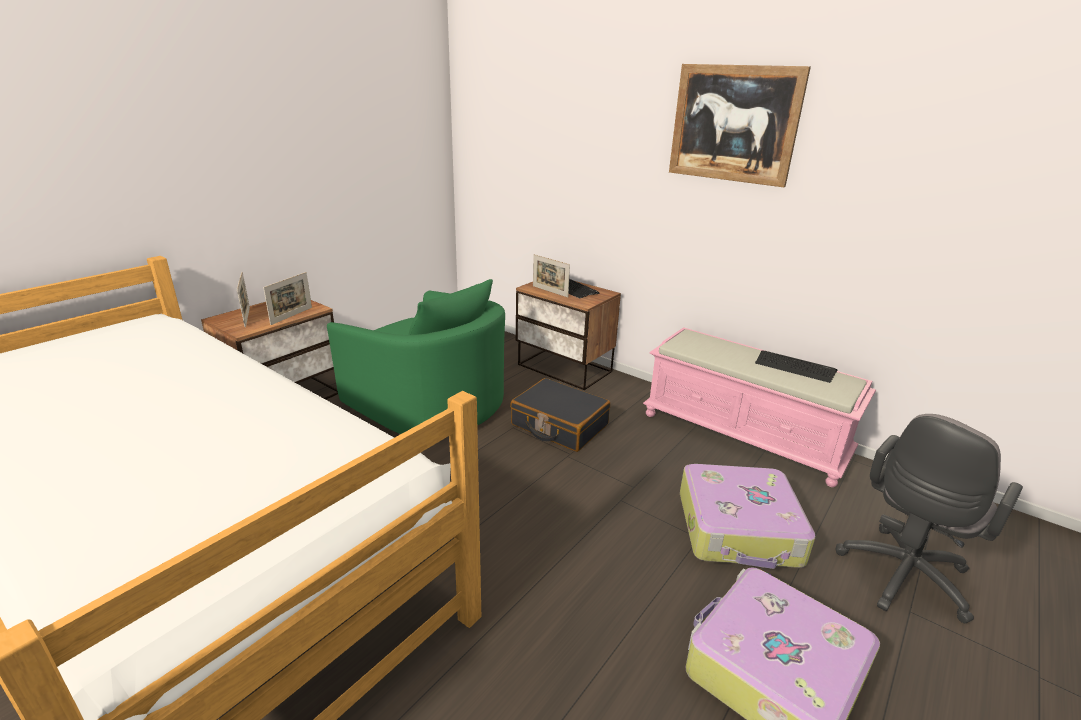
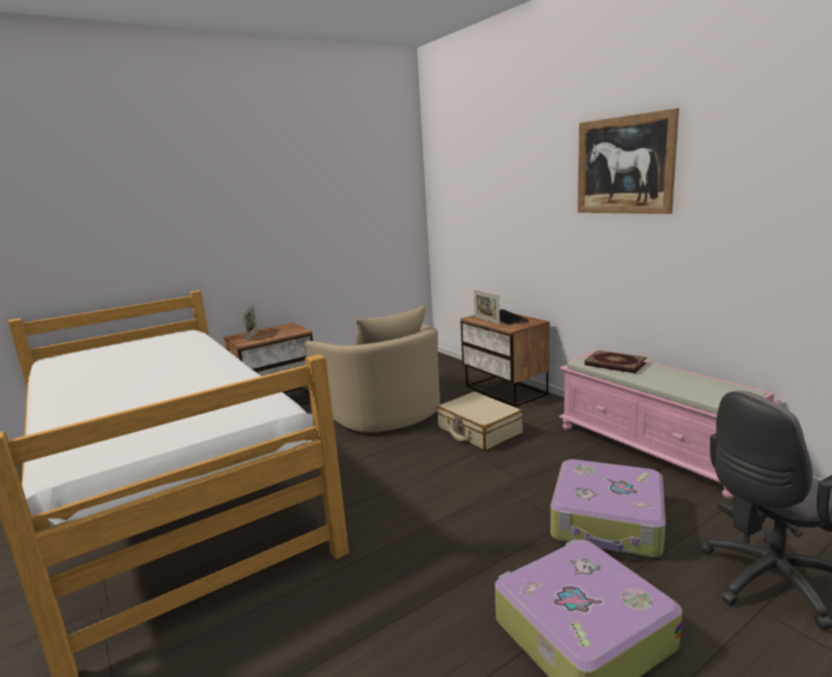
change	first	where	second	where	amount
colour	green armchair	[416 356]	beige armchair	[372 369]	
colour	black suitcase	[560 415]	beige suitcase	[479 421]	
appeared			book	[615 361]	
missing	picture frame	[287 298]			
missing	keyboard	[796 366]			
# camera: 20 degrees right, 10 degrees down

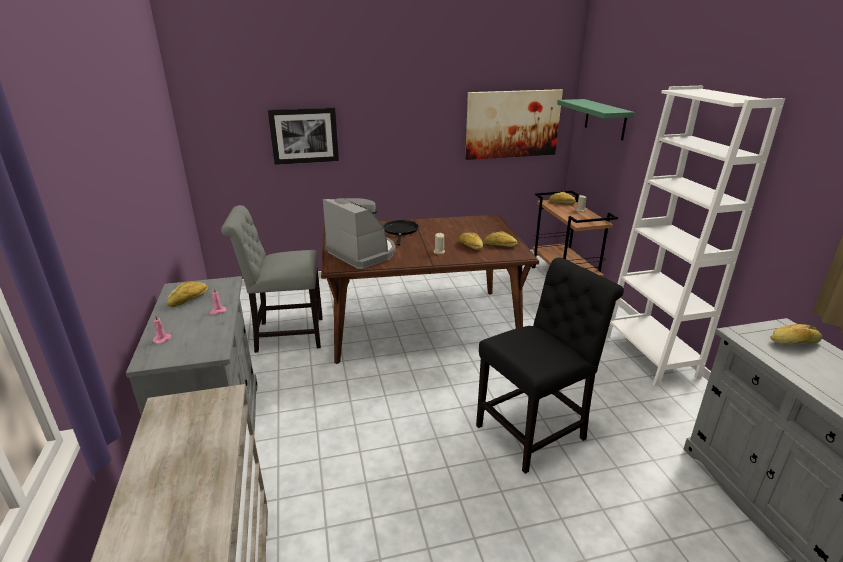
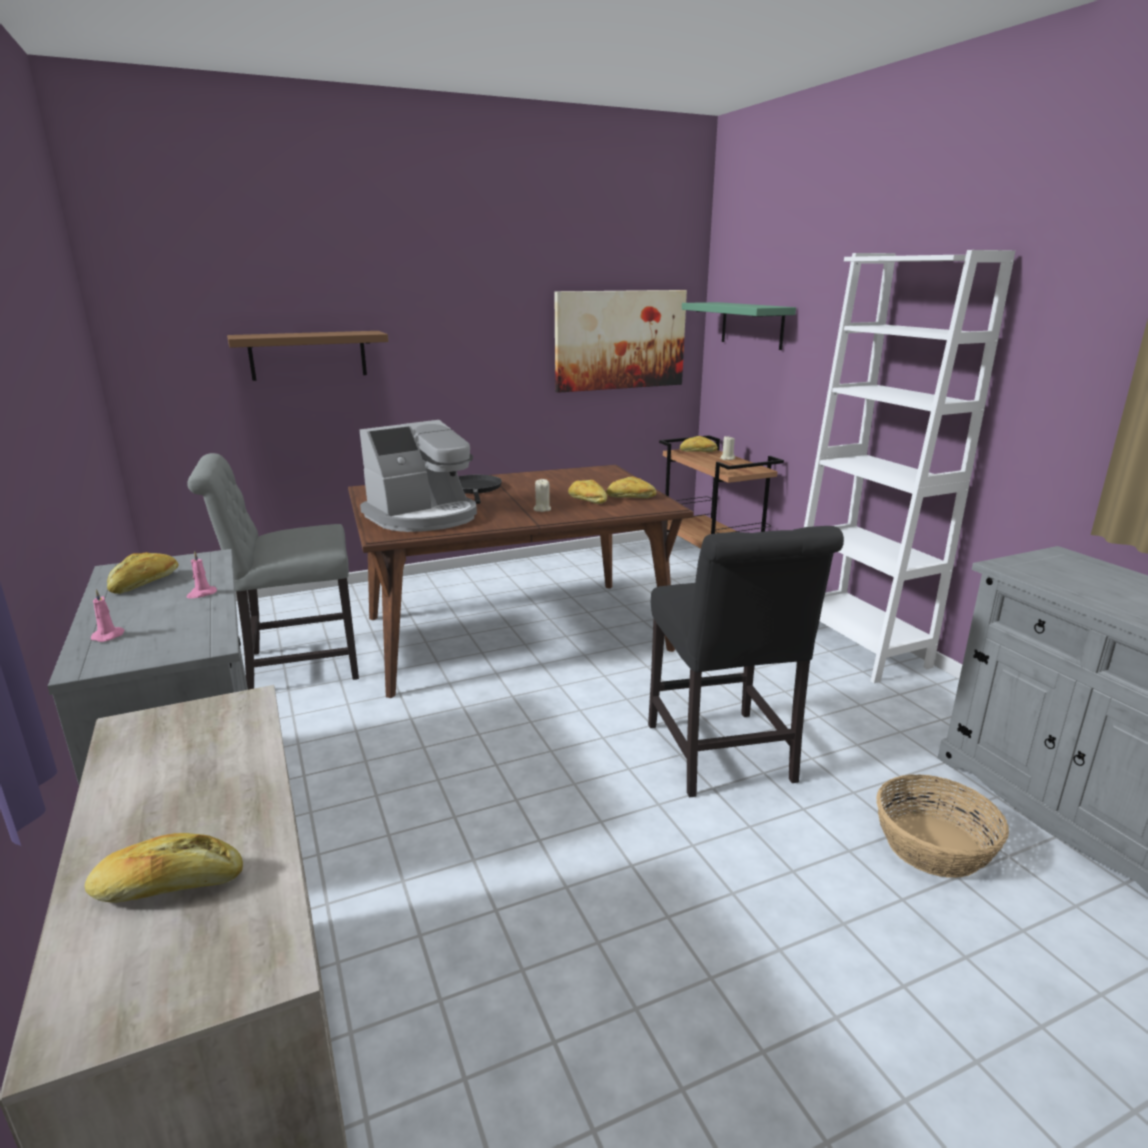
change	first	where	second	where	amount
relocated	bread	[796 334]		[164 868]	
exchanged	picture	[303 136]	brown shelf	[307 356]	
spun	coffee machine	[359 233]		[418 476]	105 degrees clockwise
spun	black chair	[550 366]		[746 661]	120 degrees clockwise
appeared			basket	[942 826]	
# camera: 10 degrees left, 5 degrees down

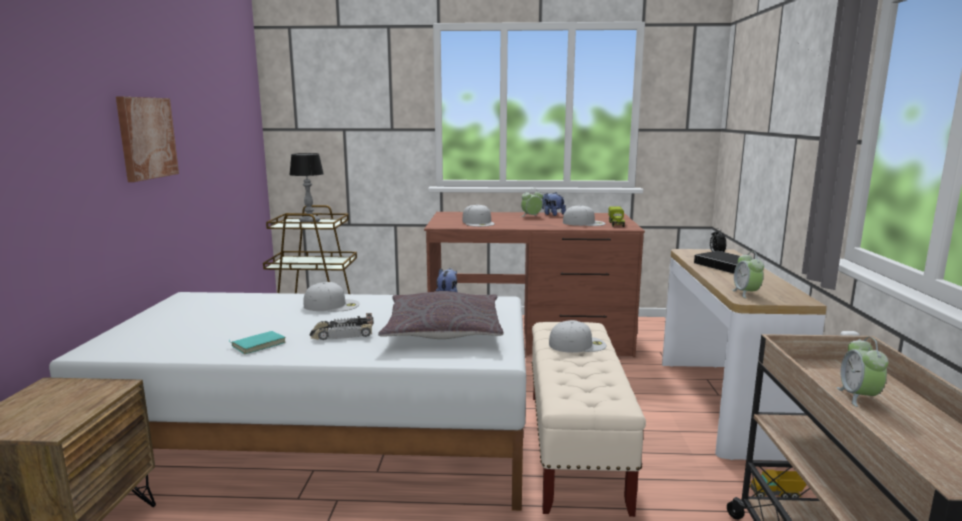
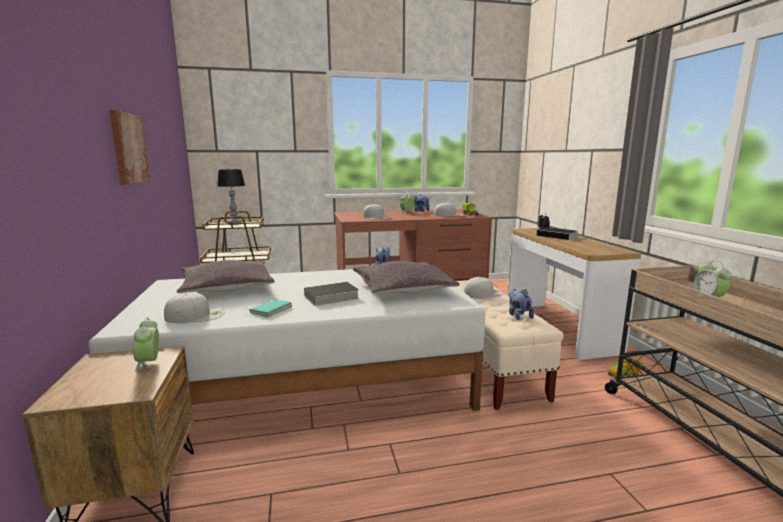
change	first	where	second	where	amount
relocated	alarm clock	[748 274]		[146 344]	
relocated	white cap	[331 296]		[194 307]	
appeared			grey pillow	[225 276]	
exchanged	toy car	[341 326]	book	[329 294]	
appeared			plush toy	[521 304]	
# camera: 15 degrees left, 0 degrees up

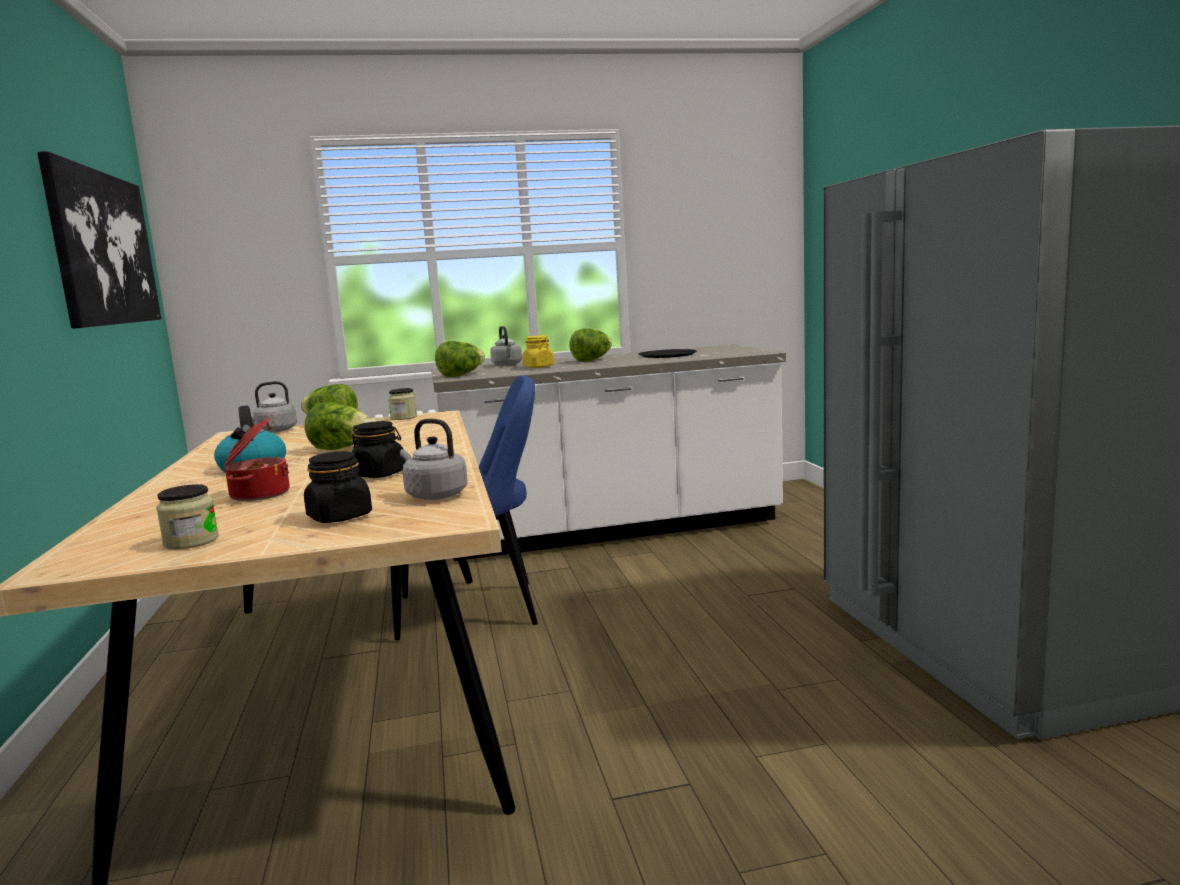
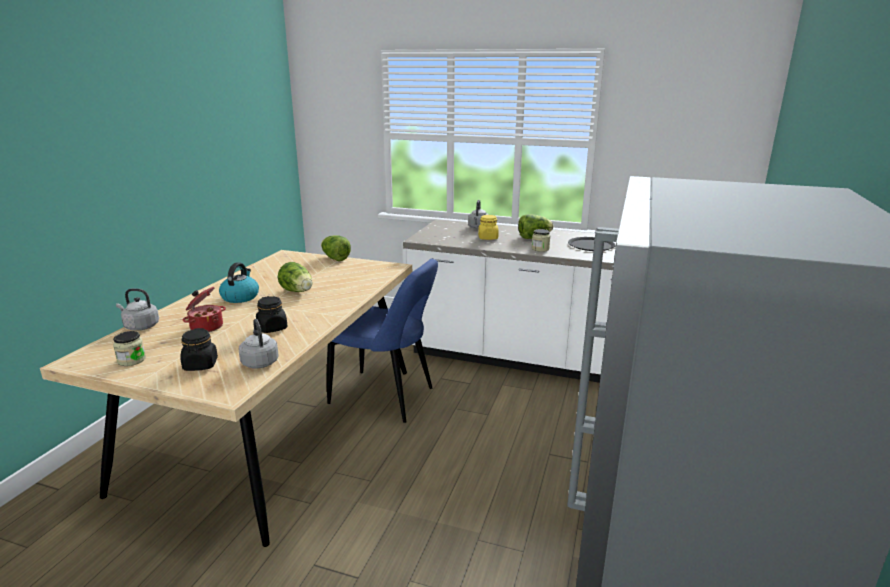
change	first	where	second	where	amount
relocated	grey kettle	[274 407]		[137 309]	
relocated	jar	[402 404]		[541 240]	
missing	picture	[99 239]			
missing	lettuce	[460 359]			
# camera: 30 degrees right, 10 degrees up

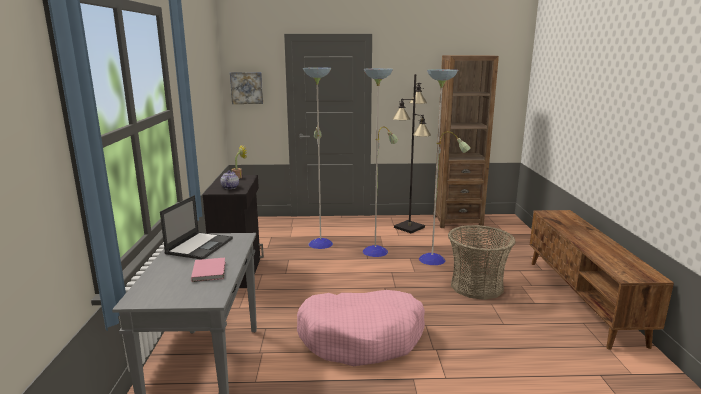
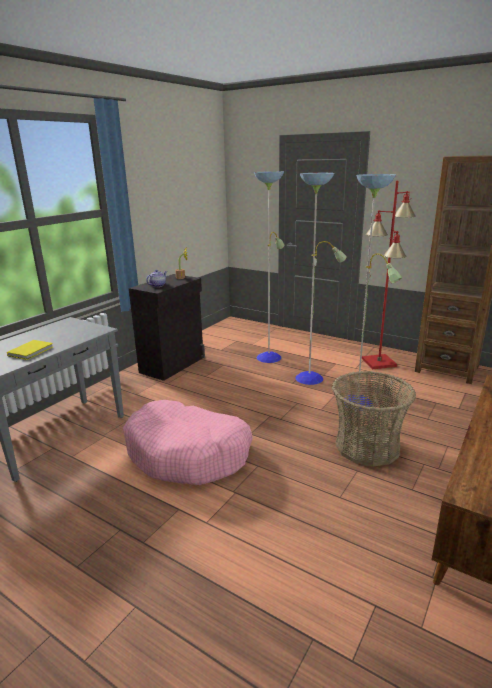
change	first	where	second	where	amount
colour	pink book	[208 270]	yellow book	[30 350]	
colour	black floor lamp	[411 153]	red floor lamp	[389 275]	
missing	laptop	[196 227]			
missing	picture	[246 88]			
# camera: 35 degrees right, 5 degrees up

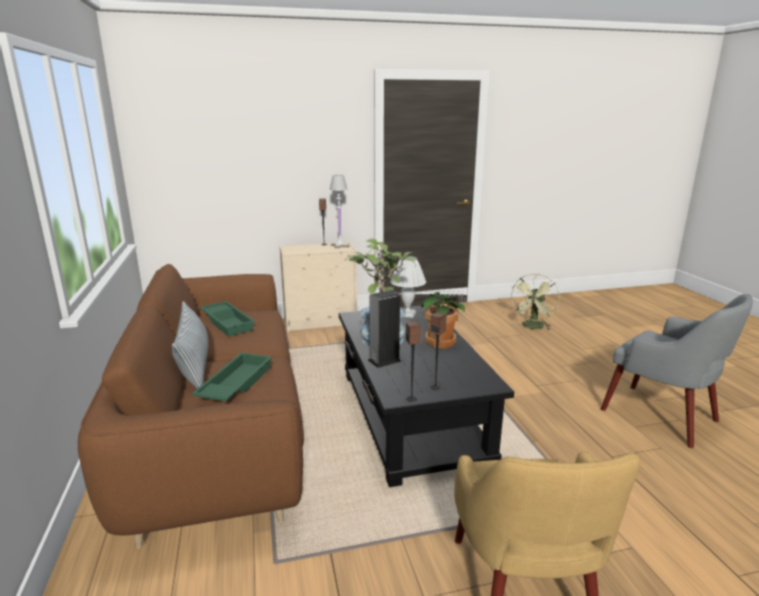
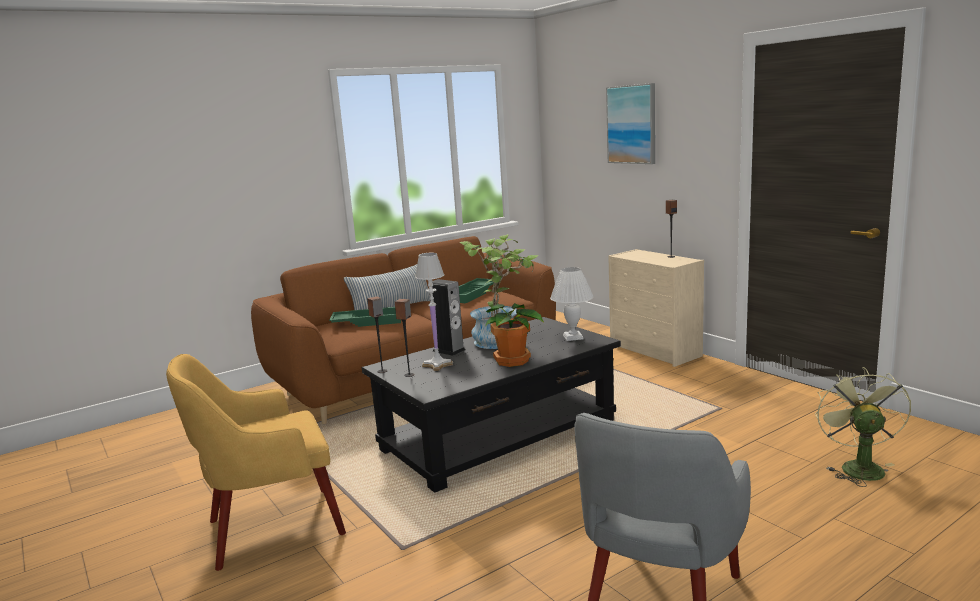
change	first	where	second	where	amount
relocated	white table lamp	[339 211]		[434 312]	
appeared			picture	[630 123]	
spun	green fan	[535 302]		[863 427]	90 degrees clockwise
# camera: 70 degrees right, 5 degrees down

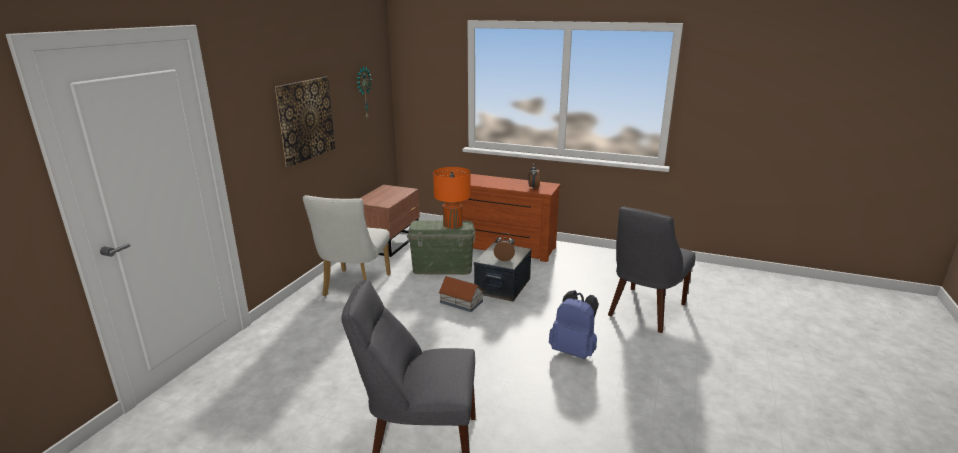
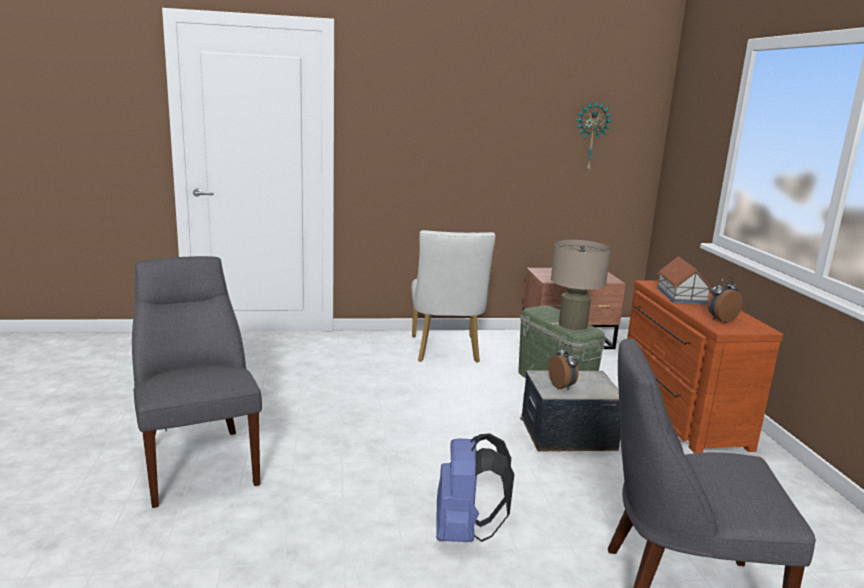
change	first	where	second	where	amount
spun	white chair	[347 245]		[453 296]	75 degrees counterclockwise
colour	orange table lamp	[452 197]	beige table lamp	[581 285]	
relocated	toy house	[461 294]		[684 280]	
missing	picture	[305 122]			
# camera: 60 degrees right, 5 degrees down

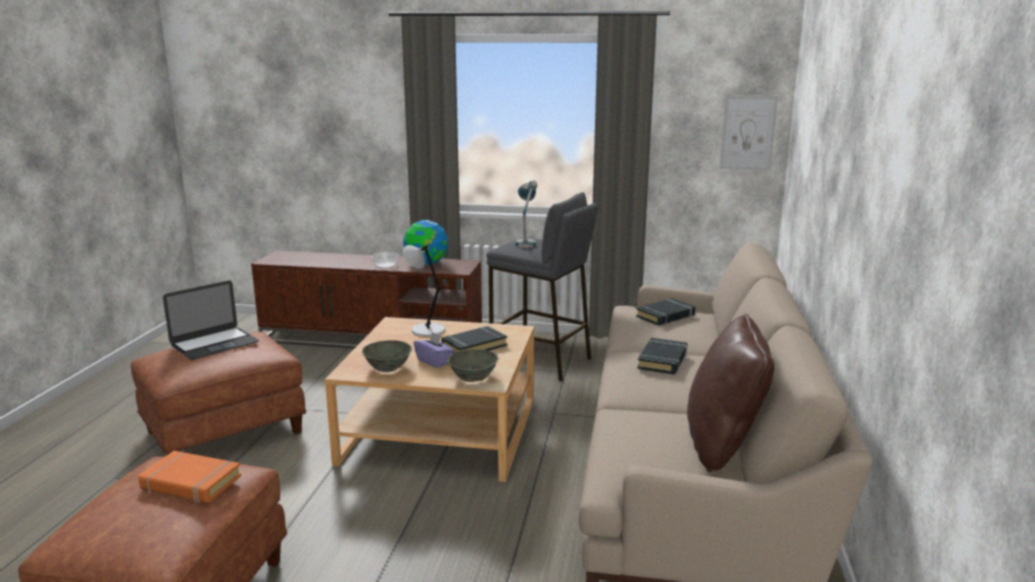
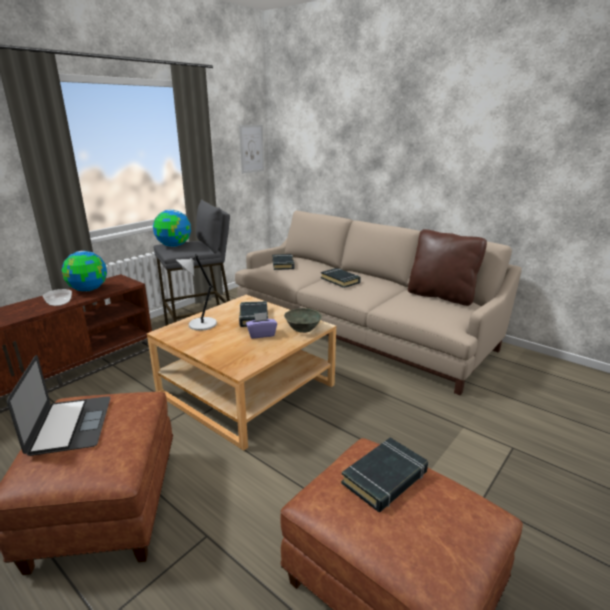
change	first	where	second	where	amount
exchanged	table lamp	[526 214]	globe	[172 228]	
colour	orange book	[189 477]	black book	[384 475]	
missing	grey bowl	[387 356]			
# camera: 60 degrees left, 5 degrees up

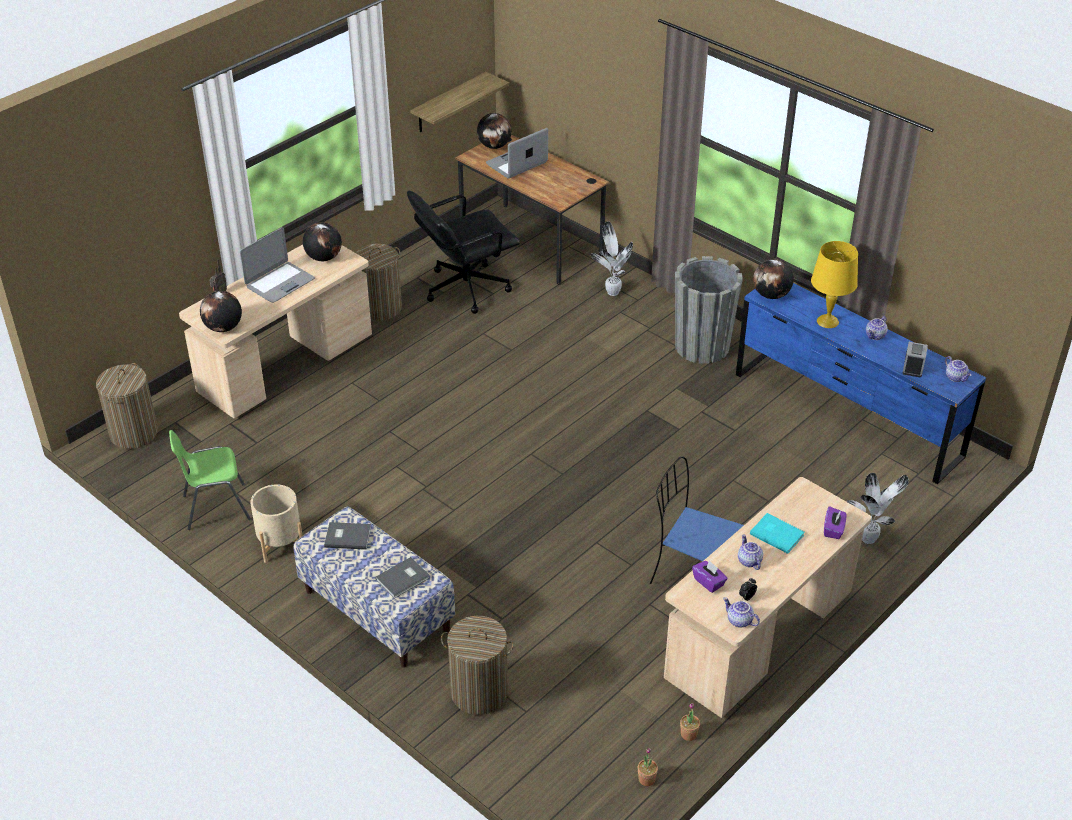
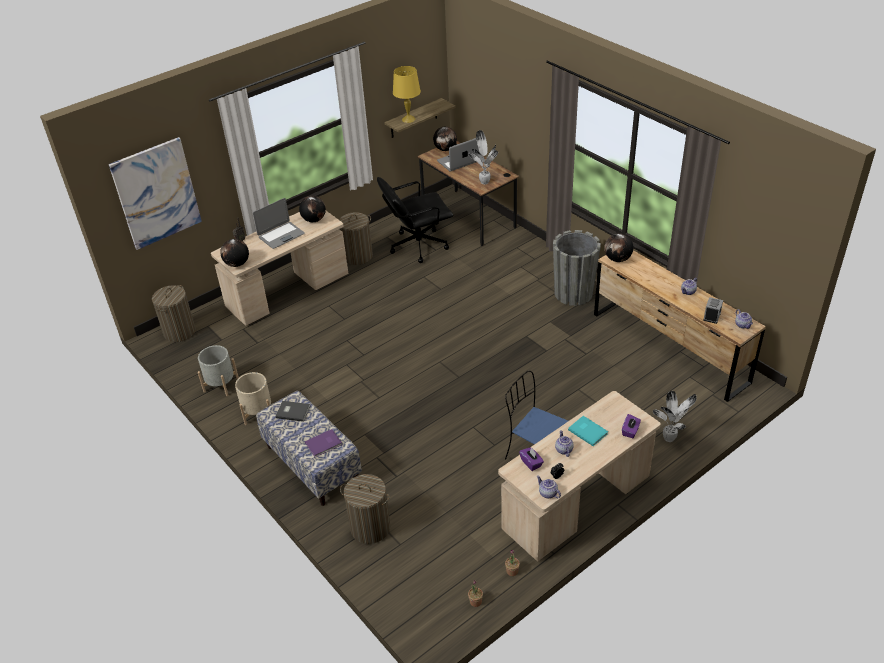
change	first	where	second	where	amount
appeared			picture	[155 193]	
exchanged	green chair	[210 480]	grey planter	[218 370]	
colour	grey book	[402 577]	purple book	[323 443]	
relocated	yellow table lamp	[834 284]		[407 94]	
relocated	potted plant	[612 258]		[483 157]	
colour	blue dresser	[861 383]	brown dresser	[680 326]	
# camera: 10 degrees right, 0 degrees up

